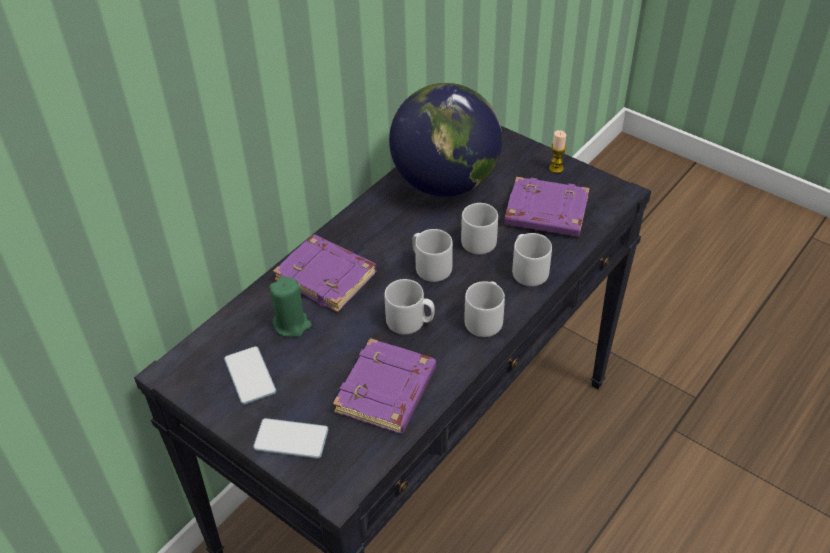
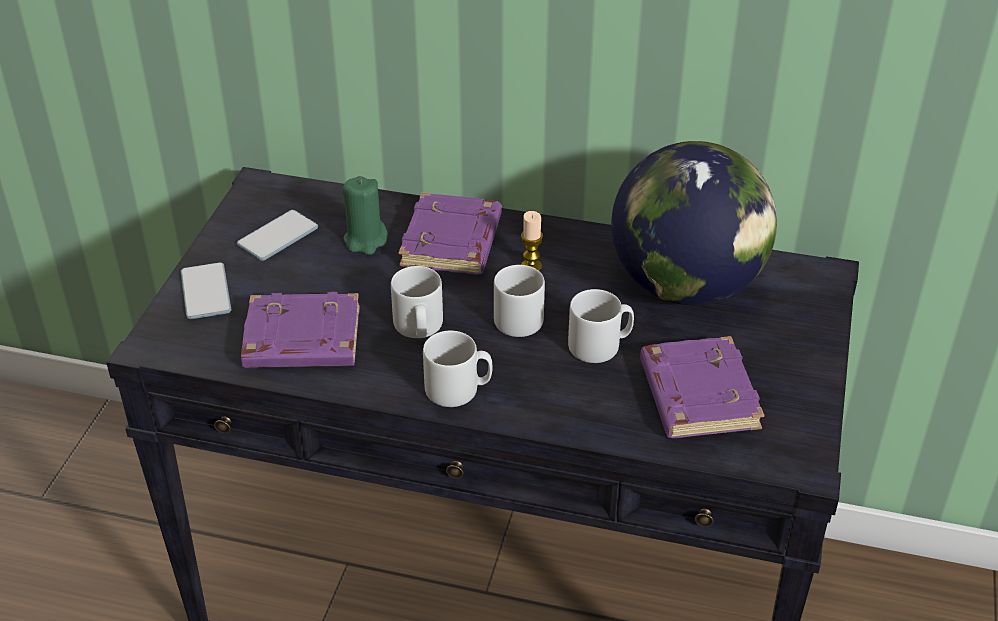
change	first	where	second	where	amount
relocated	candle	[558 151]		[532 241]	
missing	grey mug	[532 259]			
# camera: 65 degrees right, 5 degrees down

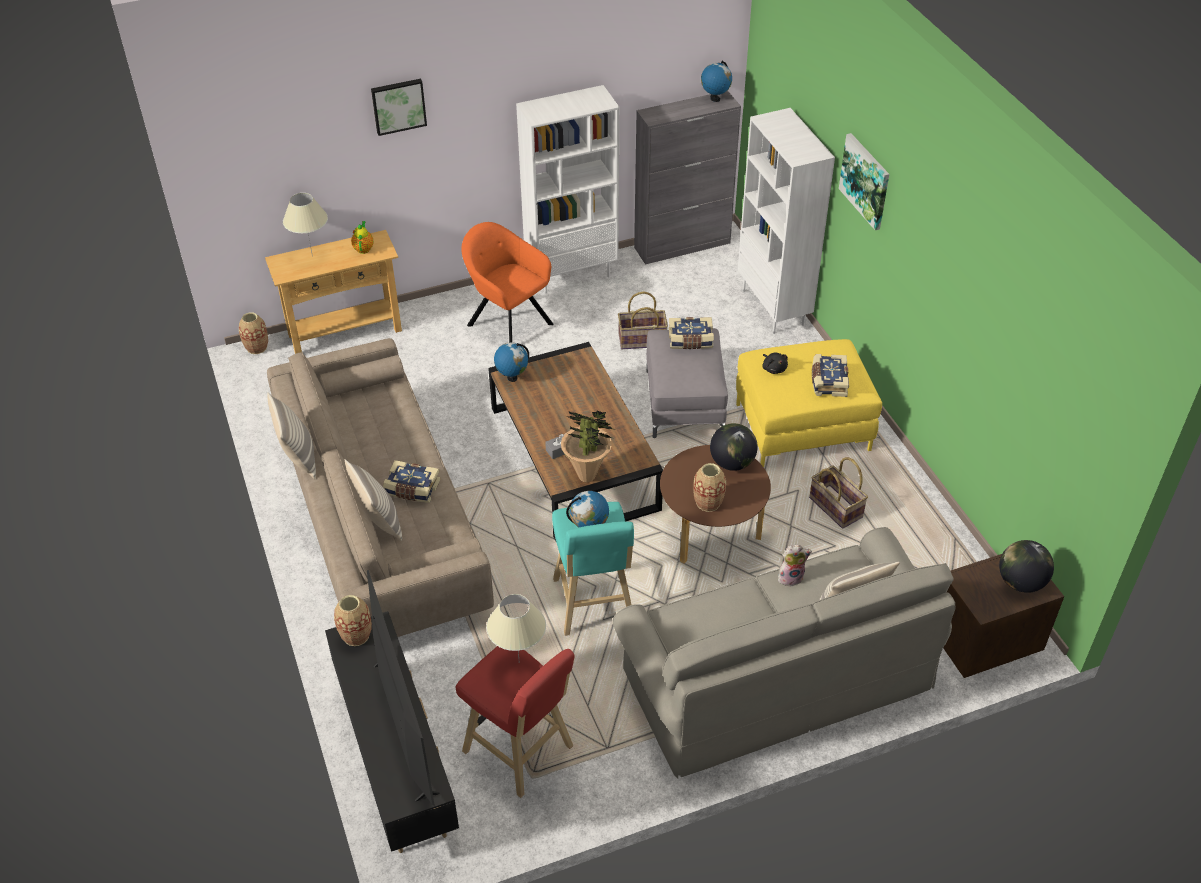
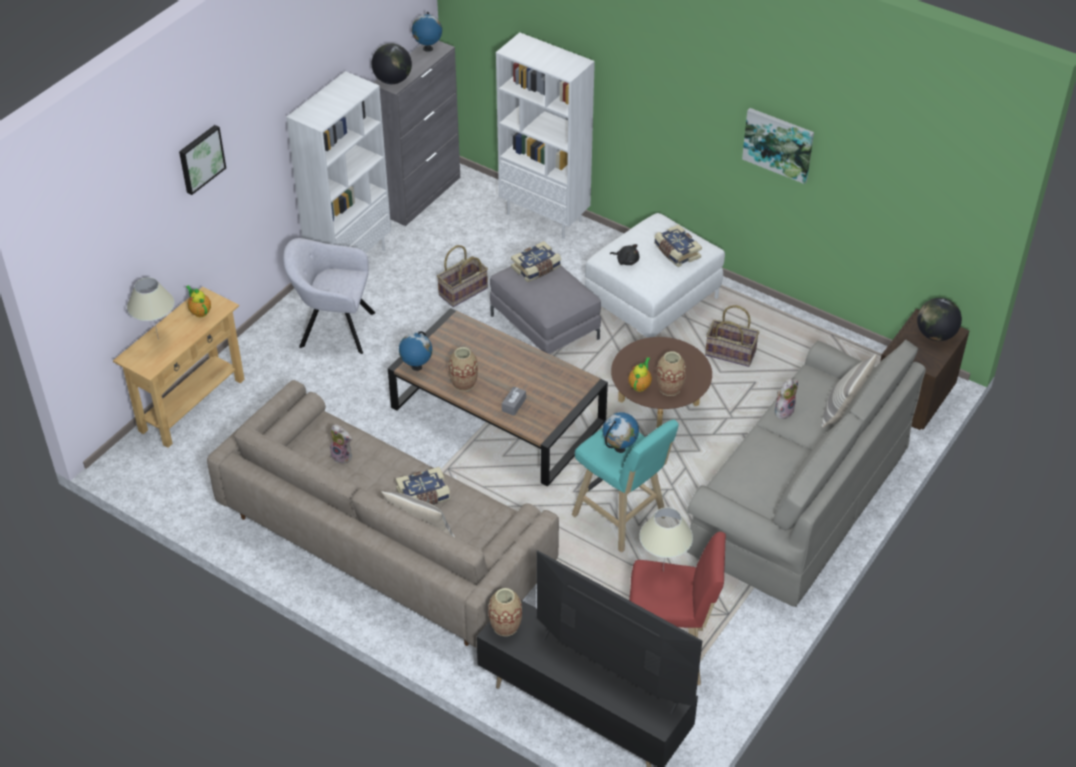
change	first	where	second	where	amount
colour	orange armchair	[507 282]	grey armchair	[329 296]	
appeared			plush toy	[341 444]	
relocated	globe	[734 447]		[392 64]	
relocated	vase	[253 333]		[463 369]	
colour	yellow ottoman	[809 403]	white ottoman	[655 275]	
appeared			teapot	[640 374]	
relocated	picture	[864 181]		[778 146]	
missing	pillow	[291 436]			
missing	potted plant	[588 447]			
# camera: 35 degrees left, 0 degrees up

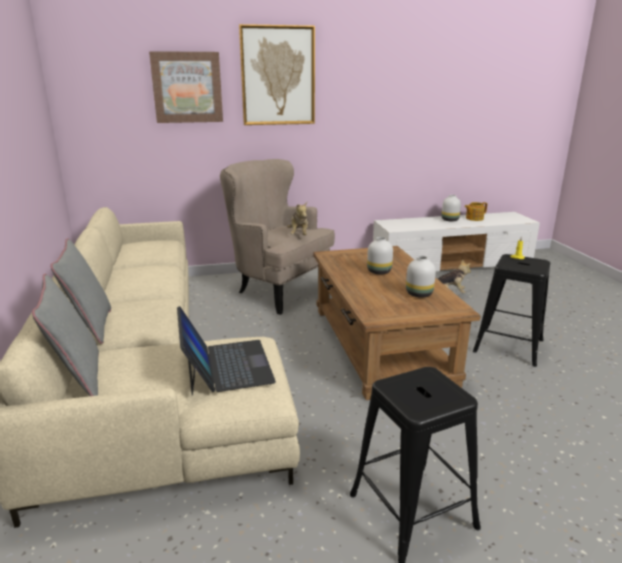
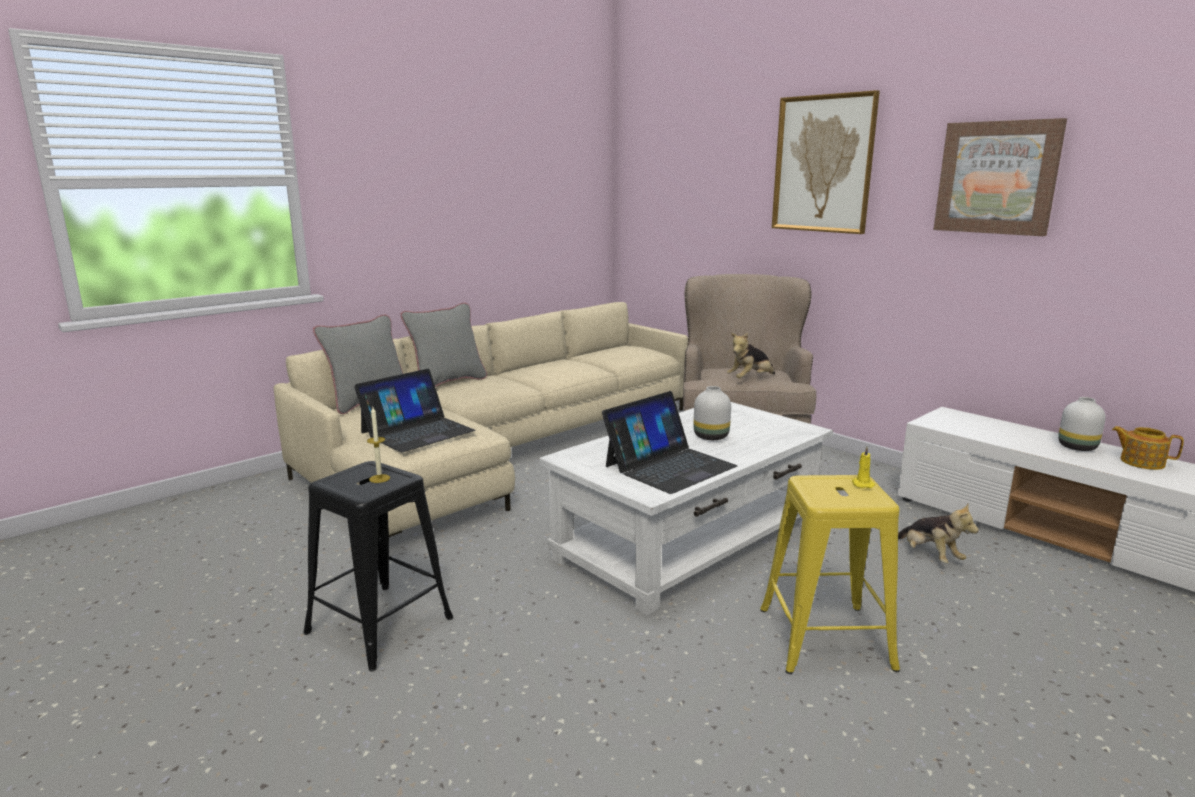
change	first	where	second	where	amount
appeared			candle	[378 445]	
colour	brown coffee table	[396 323]	white coffee table	[686 509]	
exchanged	white vase	[421 277]	laptop	[669 442]	
colour	black stool	[511 310]	yellow stool	[830 574]	
relocated	picture	[186 87]		[1000 177]	
# camera: 60 degrees right, 5 degrees down

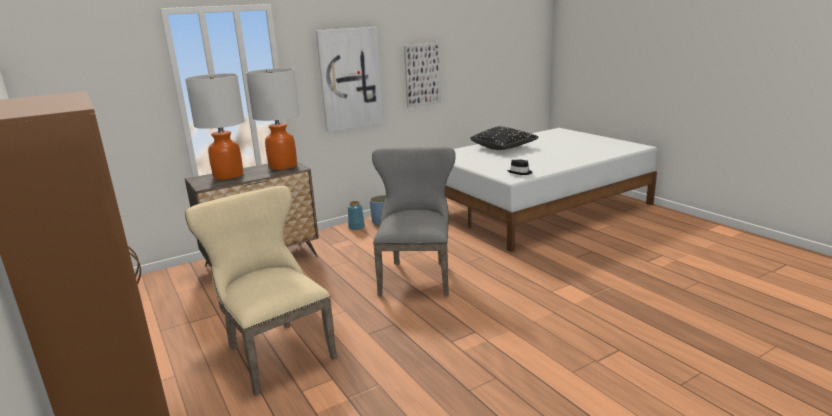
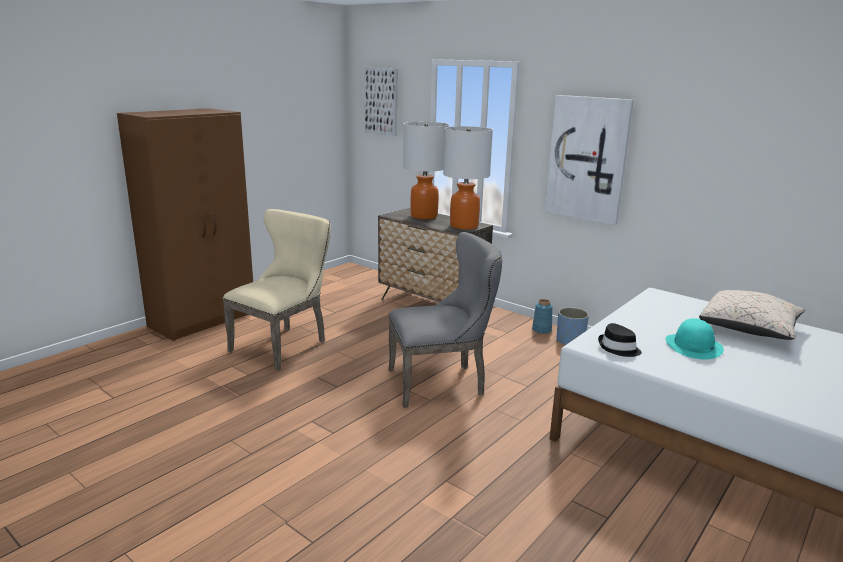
change	first	where	second	where	amount
relocated	picture	[422 75]		[380 102]	
appeared			turquoise hat	[694 339]	
colour	black pillow	[504 138]	beige pillow	[752 315]	
# camera: 70 degrees right, 0 degrees up

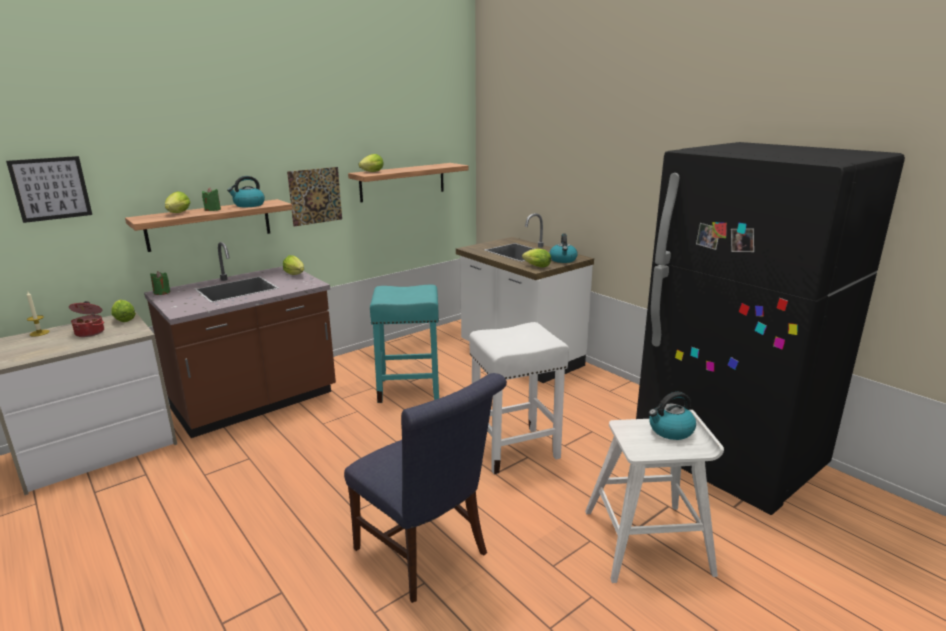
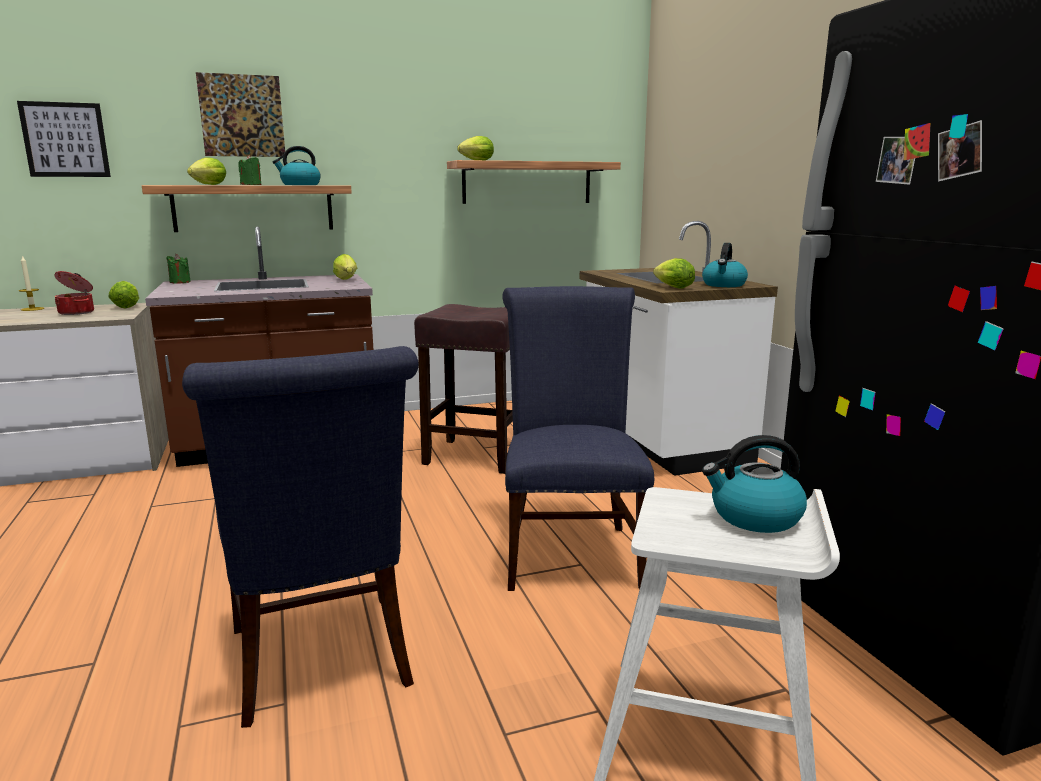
change	first	where	second	where	amount
relocated	picture	[314 197]		[240 114]	
colour	turquoise stool	[404 344]	brown stool	[463 389]	
exchanged	white stool	[519 398]	blue chair	[578 438]	
# camera: 20 degrees right, 5 degrees down

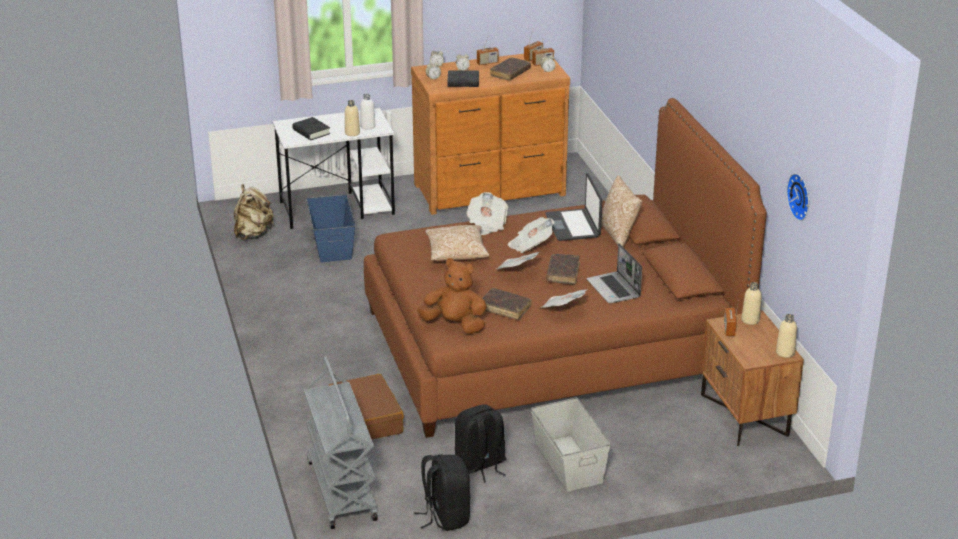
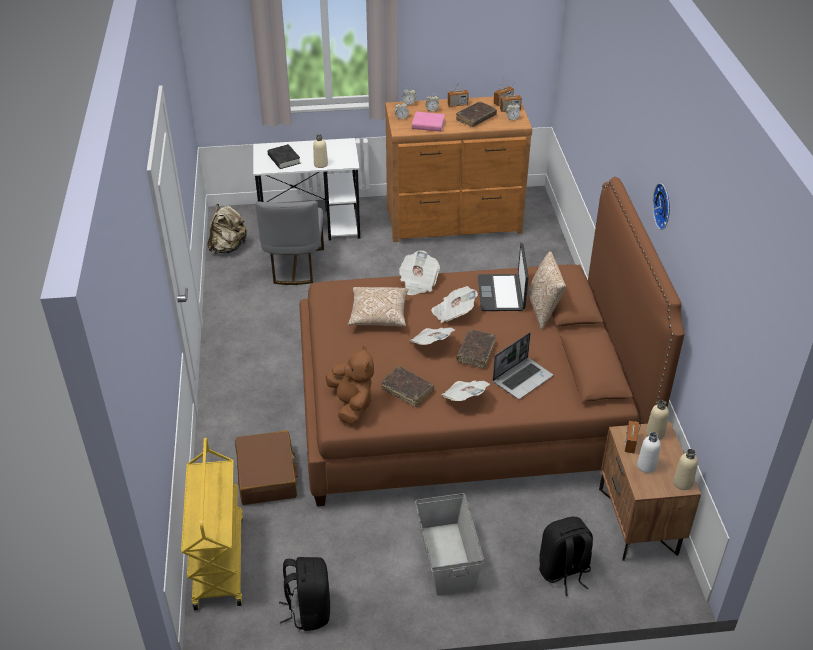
change	first	where	second	where	amount
colour	grey cart	[341 442]	yellow cart	[212 524]	
exchanged	blue storage box	[331 228]	grey chair	[289 243]	
spun	brown plush toy	[452 296]		[350 385]	45 degrees clockwise
colour	black book	[463 78]	pink book	[428 122]	
spun	laptop	[614 273]		[523 366]	120 degrees counterclockwise
relocated	black backpack	[480 443]		[566 556]	
relocated	white bottle	[367 111]		[649 452]	
relocated	wall clock	[797 197]		[661 206]	
# camera: 10 degrees right, 10 degrees up

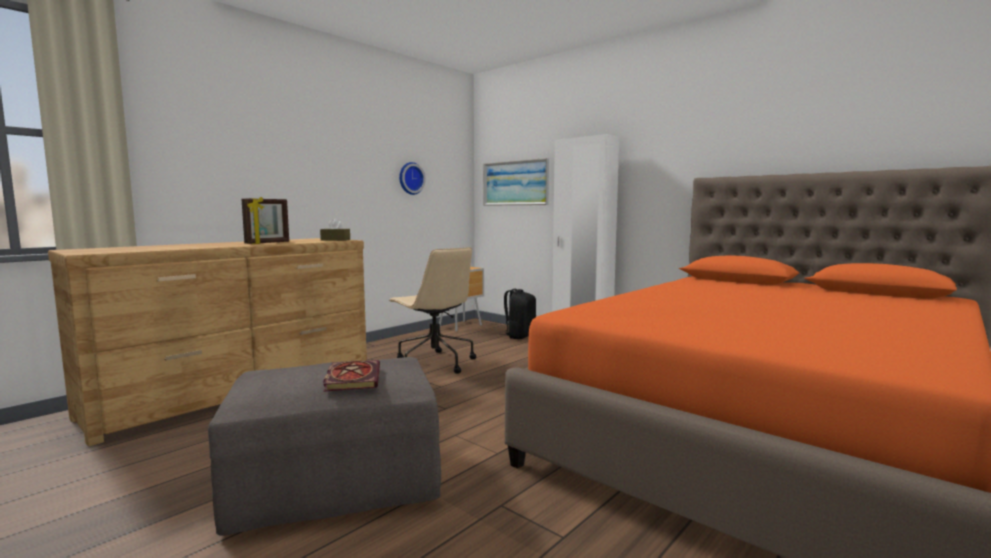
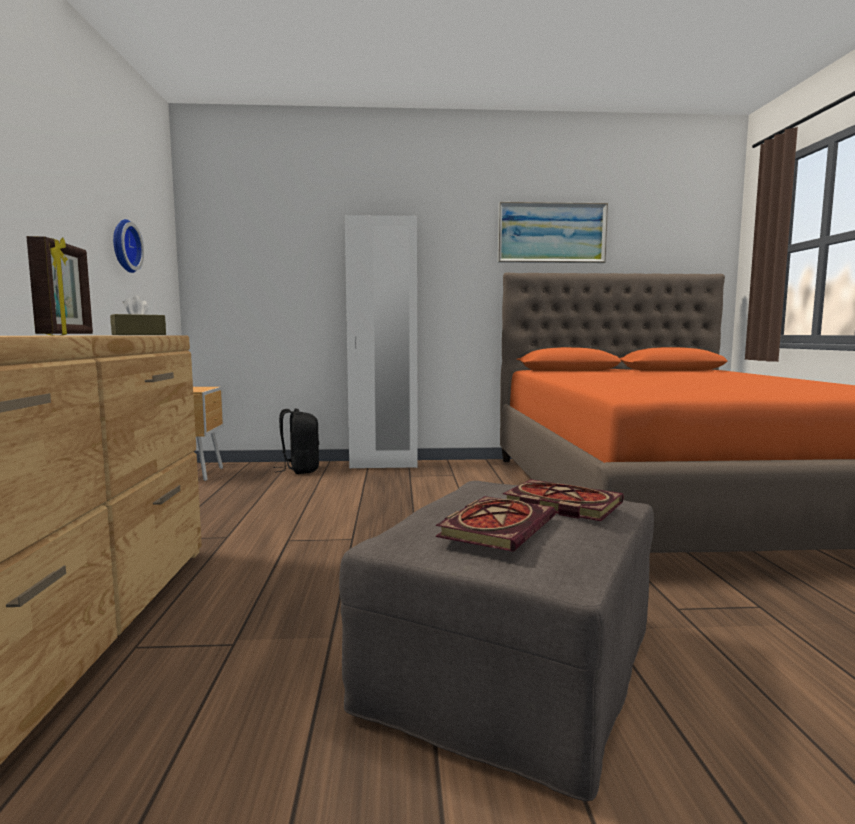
change	first	where	second	where	amount
appeared			book	[496 524]	
relocated	picture	[516 182]		[553 232]	
missing	beige office chair	[432 310]			
# camera: 45 degrees left, 0 degrees up

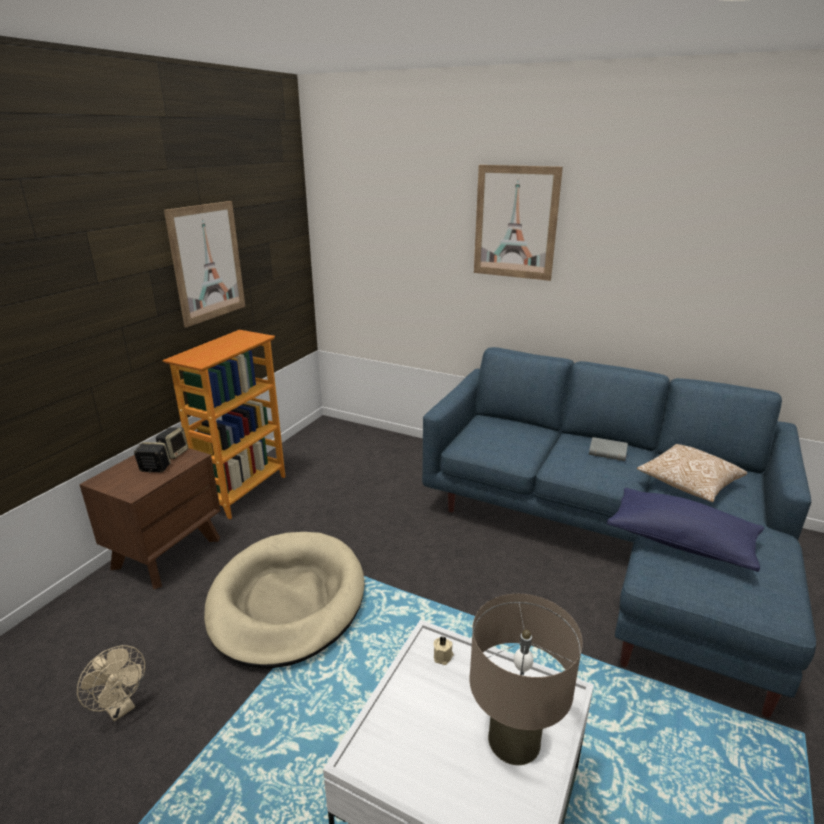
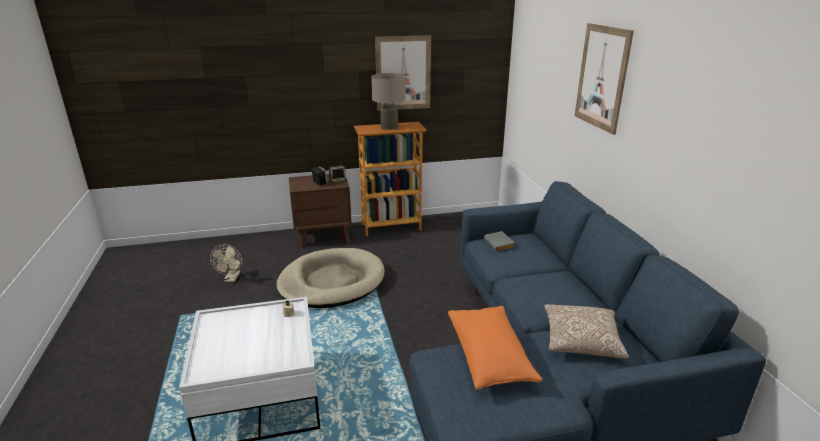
change	first	where	second	where	amount
relocated	beige table lamp	[526 679]		[388 101]	
colour	blue pillow	[685 530]	orange pillow	[495 348]	
relocated	grey book	[608 449]		[499 241]	
# camera: 50 degrees right, 0 degrees up

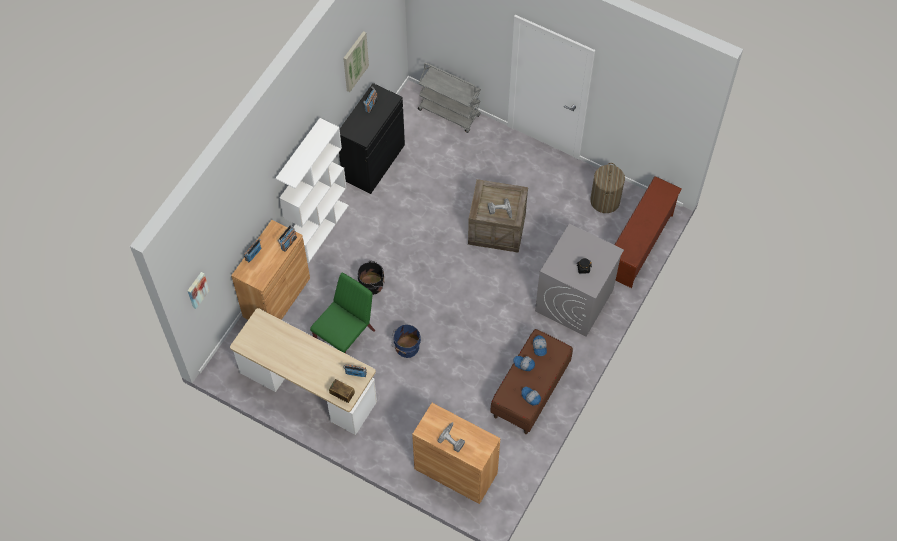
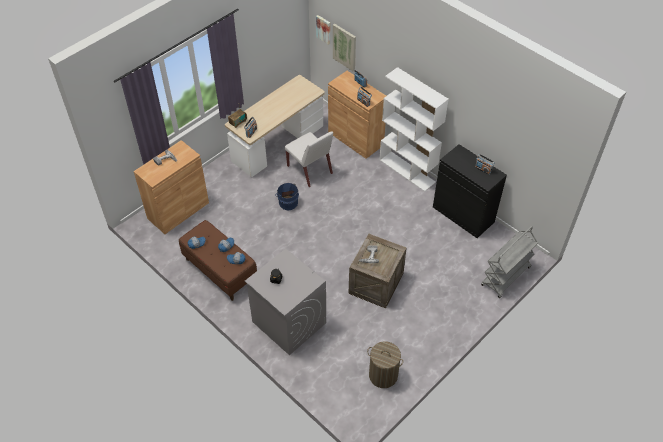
change	first	where	second	where	amount
colour	green chair	[342 313]	white chair	[309 159]	
relocated	picture	[356 61]		[344 47]	
missing	black bucket	[371 278]			
missing	brown shoe rack	[648 232]			
# camera: 105 degrees right, 10 degrees down

